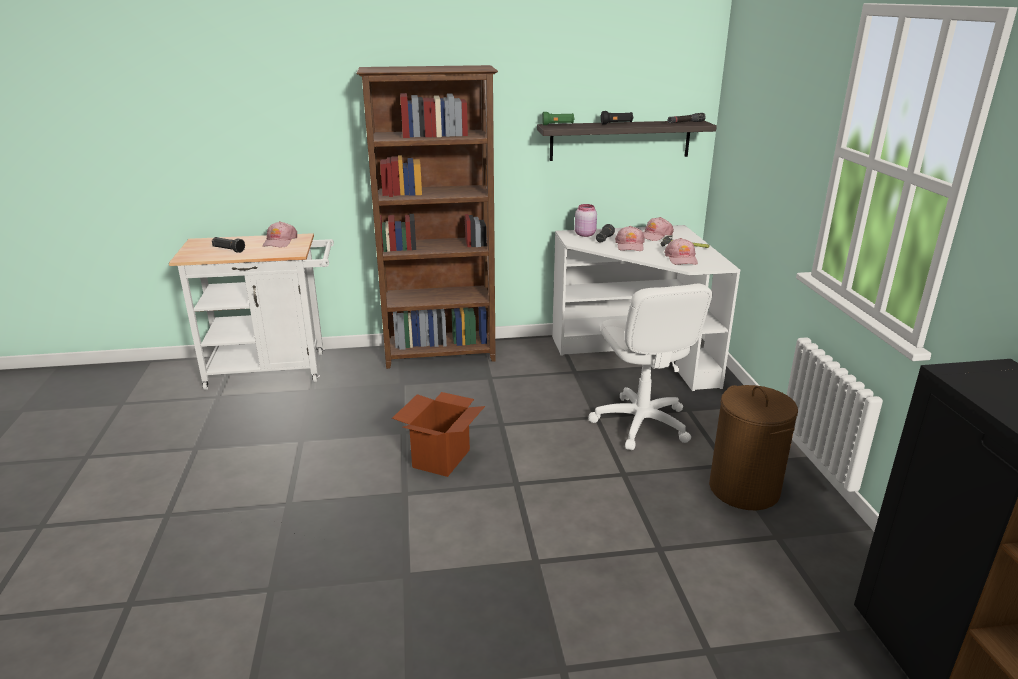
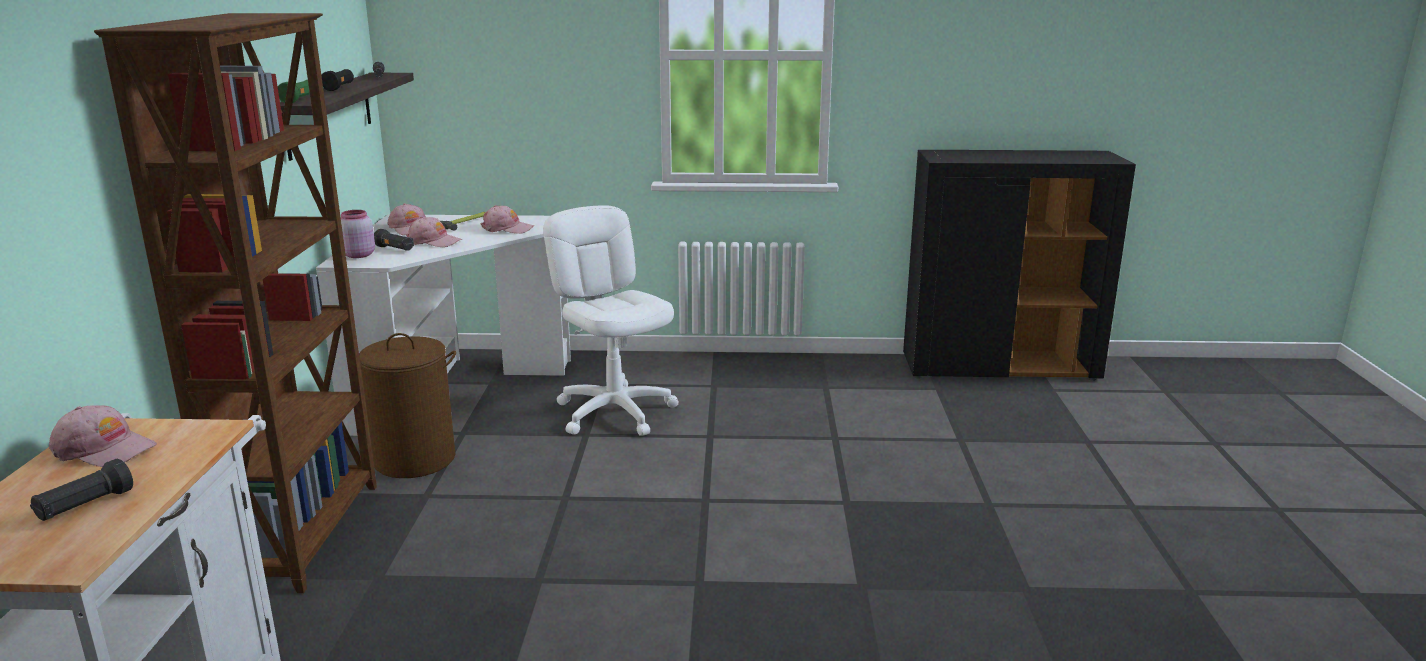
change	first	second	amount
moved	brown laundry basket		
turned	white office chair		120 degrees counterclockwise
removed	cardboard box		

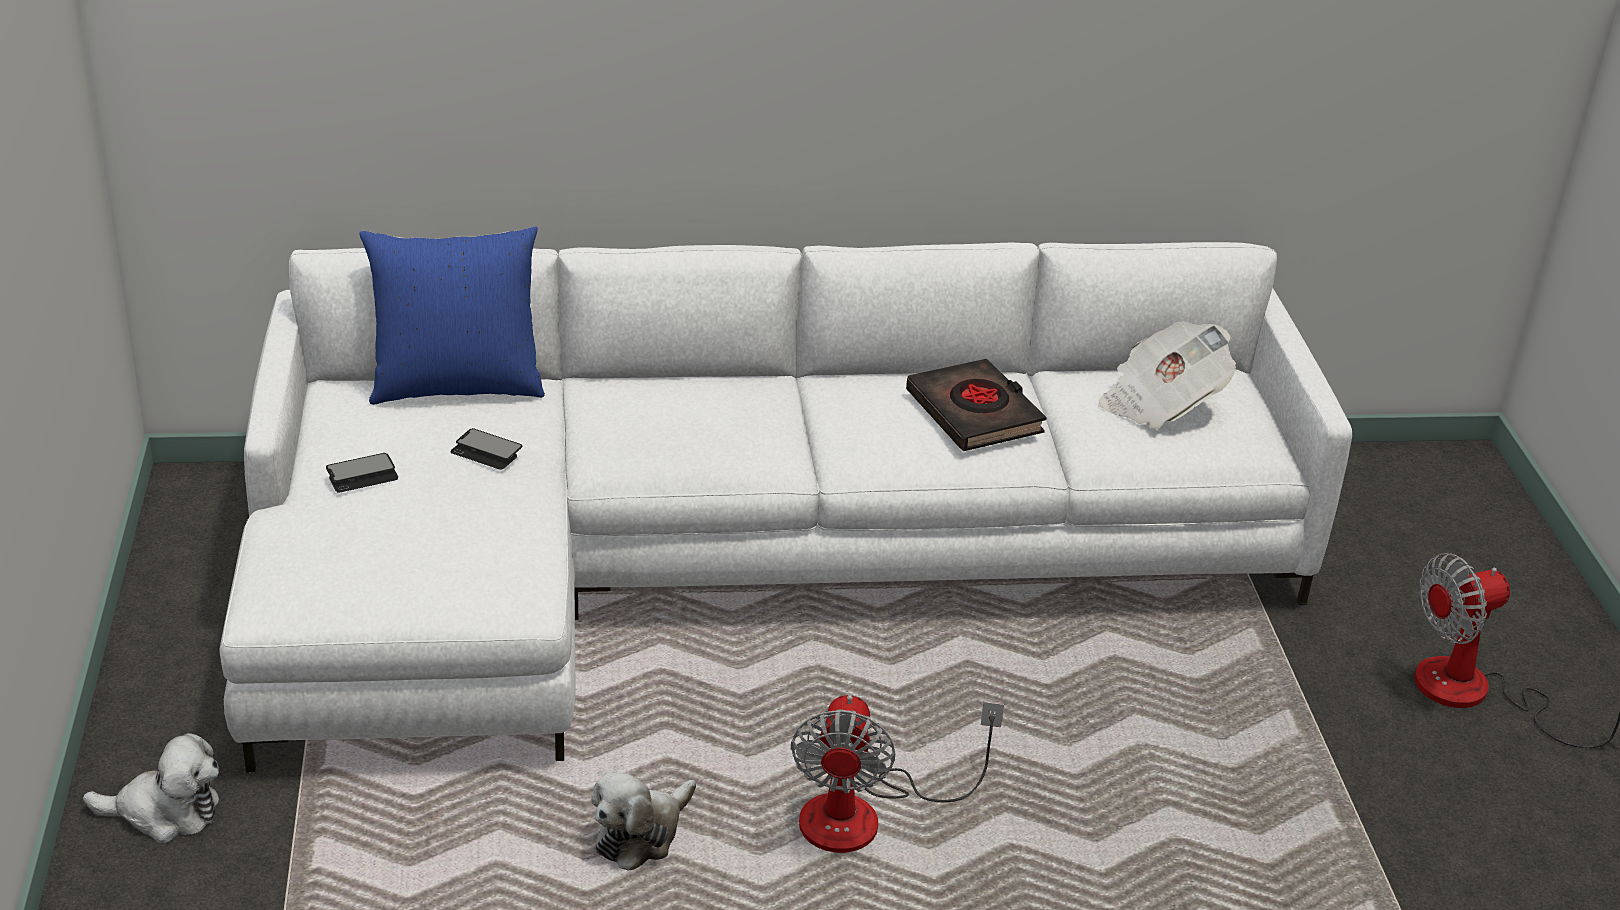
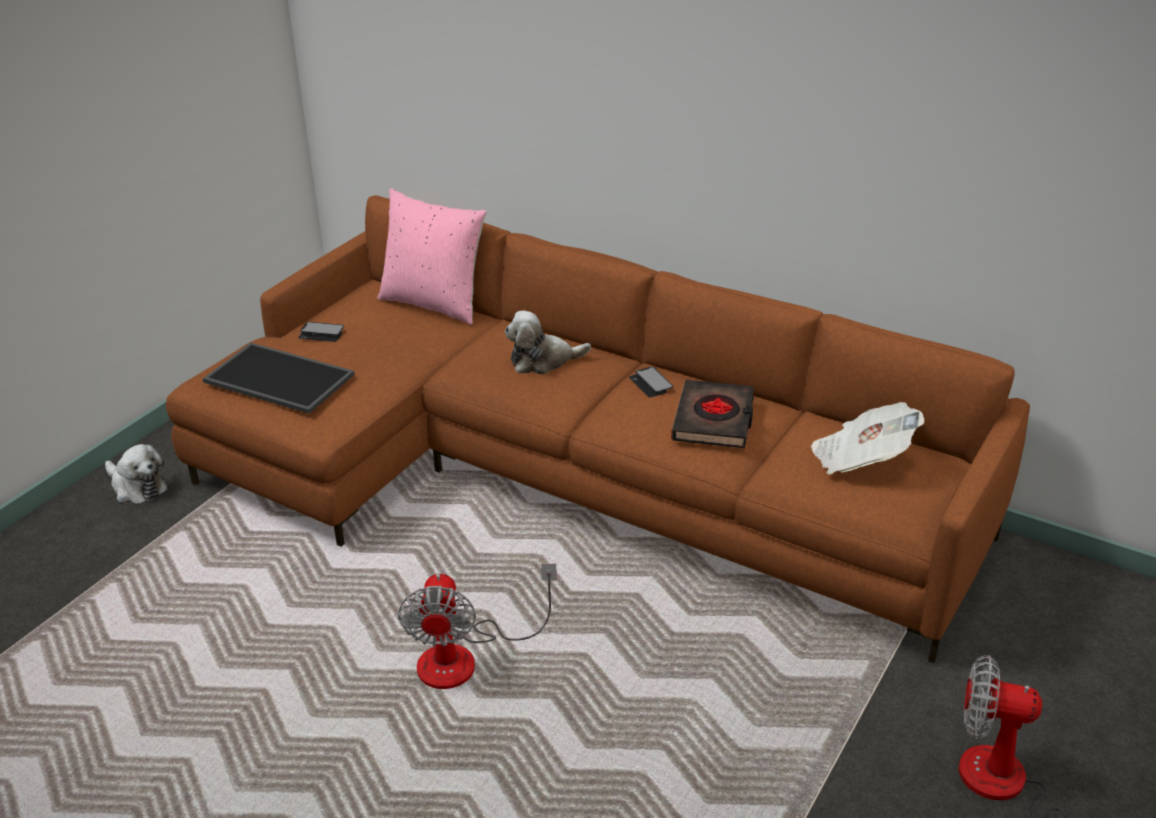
change	first	second	amount
recoloured	white sofa	brown sofa	
added		tray	
recoloured	blue pillow	pink pillow	
turned	fan (1st from left)		45 degrees counterclockwise
moved	plush toy (2nd from left)		
moved	phone (2nd from left)		

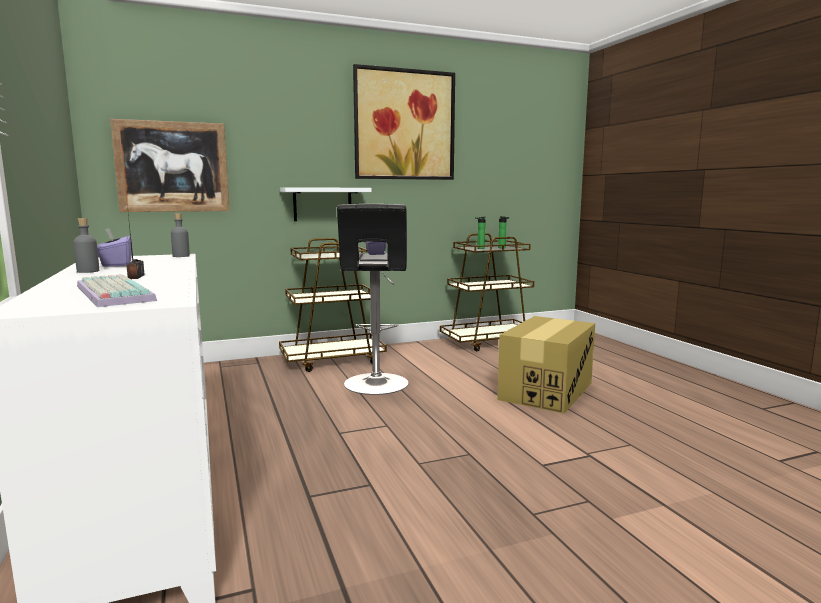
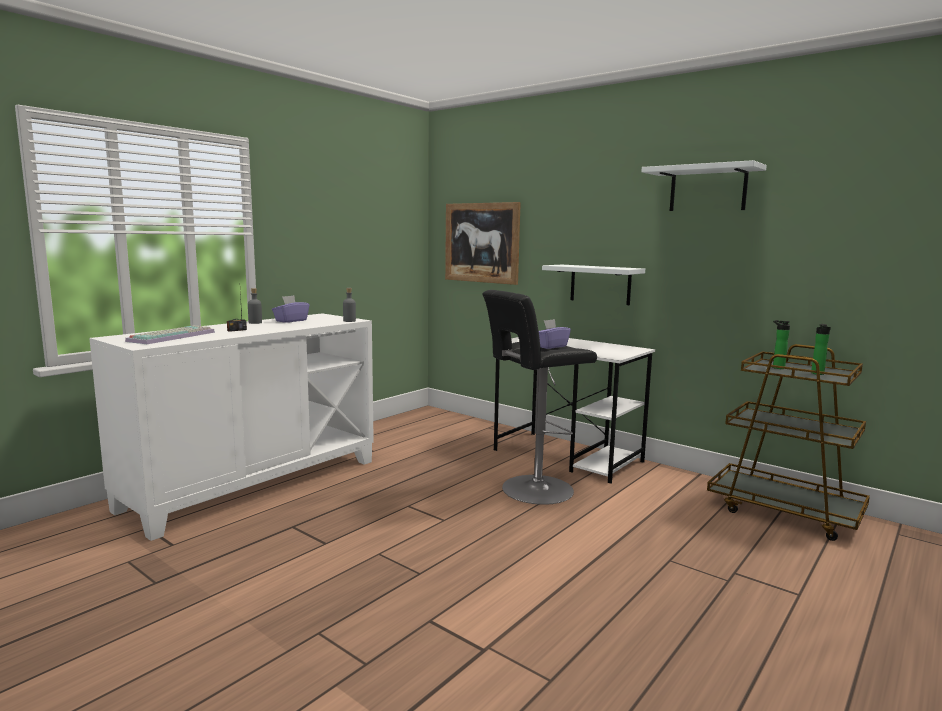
change	first	second	amount
replaced	brown cart (1st from left)	white desk	
replaced	picture (2nd from left)	white shelf (2nd from left)	
removed	cardboard box		

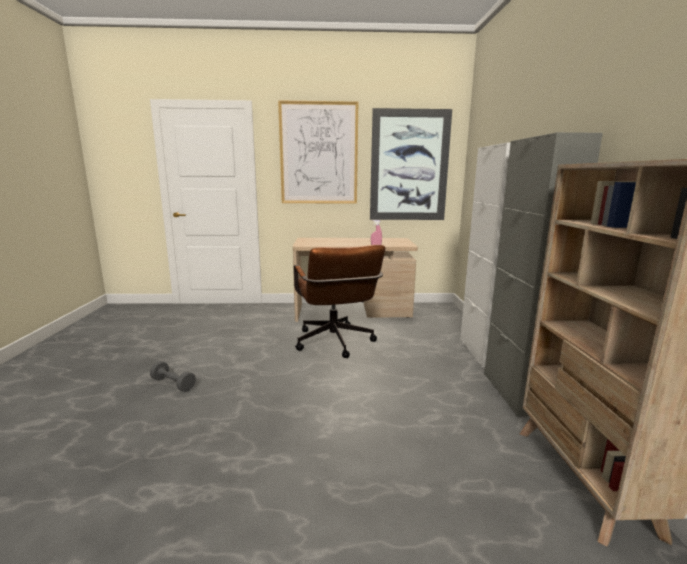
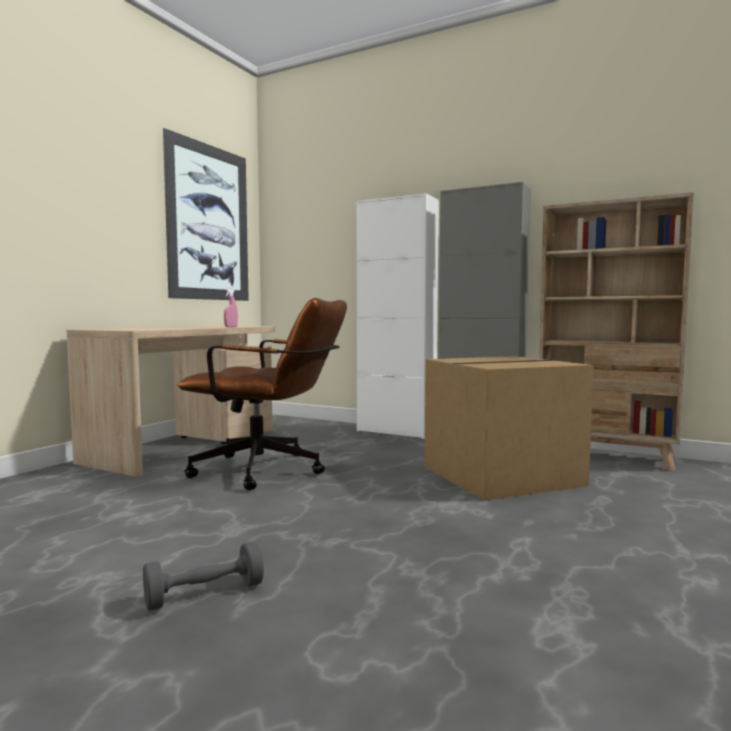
change	first	second	amount
added		cardboard box	
removed	picture (1st from left)		

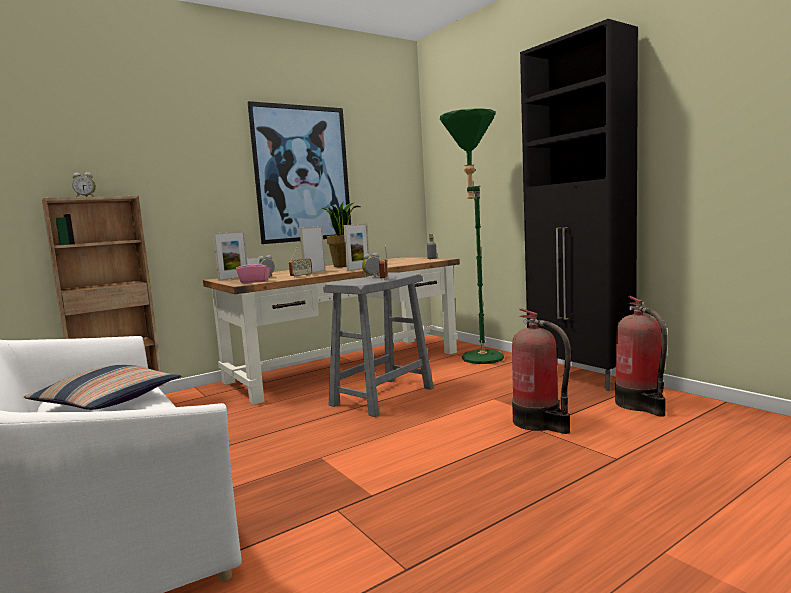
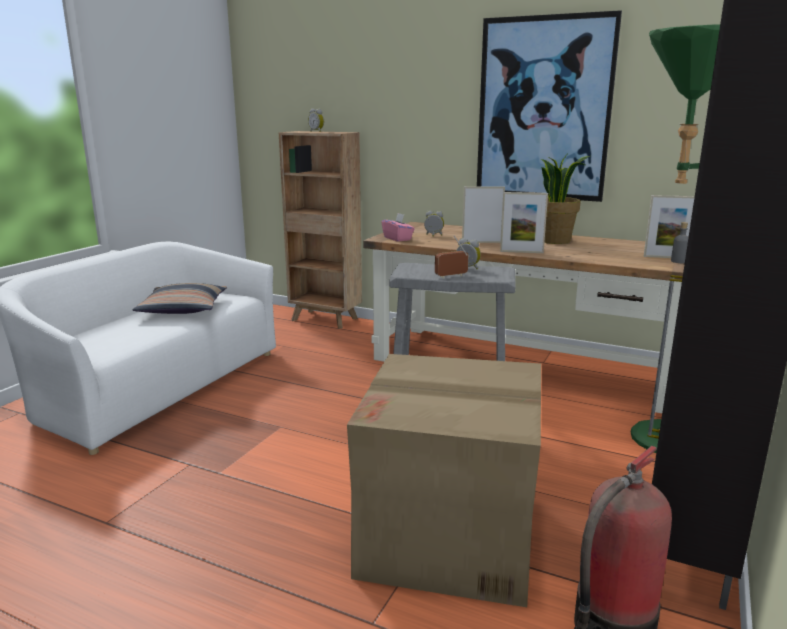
change	first	second	amount
replaced	fire extinguisher (1st from left)	cardboard box	
moved	picture frame (1st from left in the first image)	picture frame (3rd from left)	
removed	radio (1st from left)		

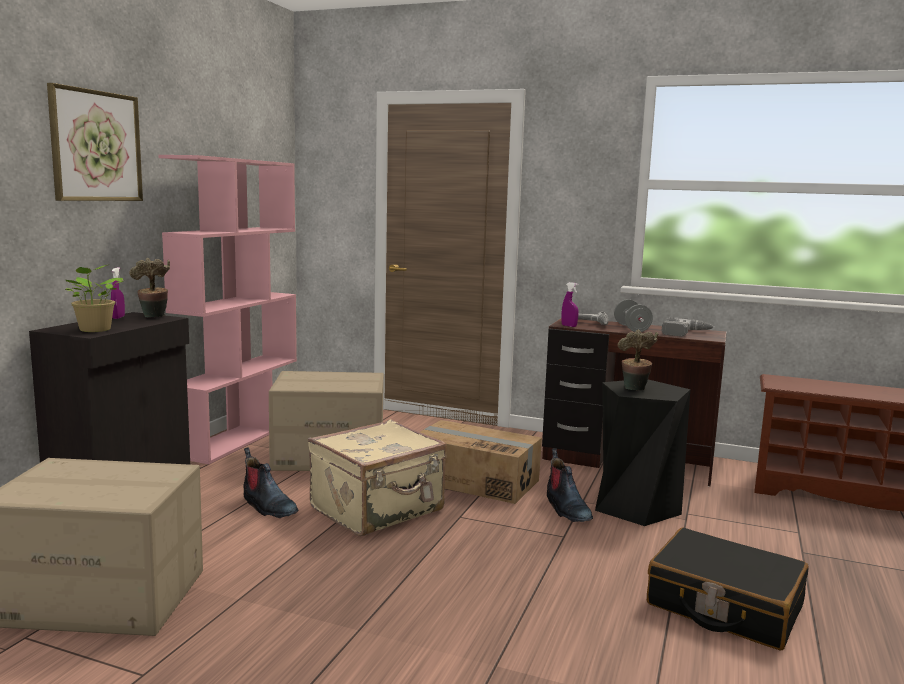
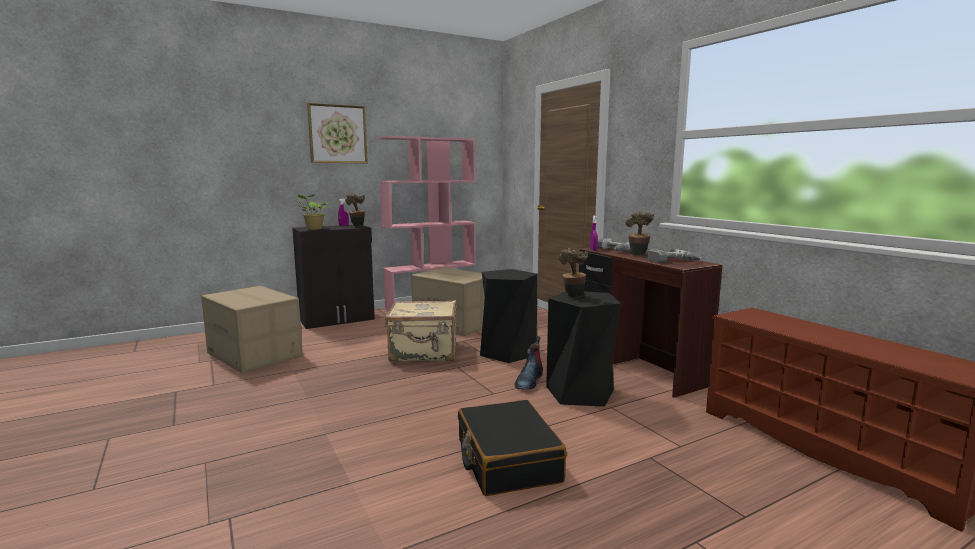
change	first	second	amount
replaced	cardboard box (3rd from left)	black stool (1st from left)	
replaced	grey dumbbell	potted plant (4th from left)	
removed	boot (1st from left)		

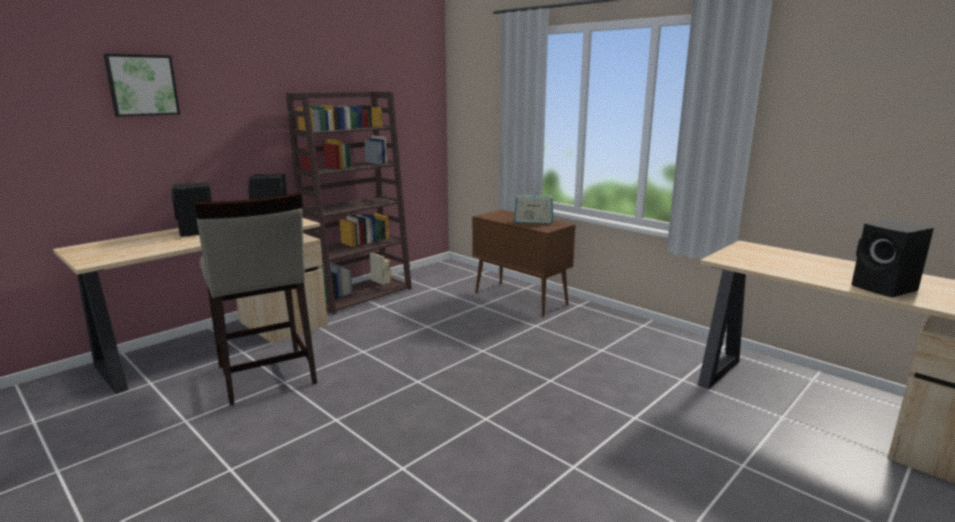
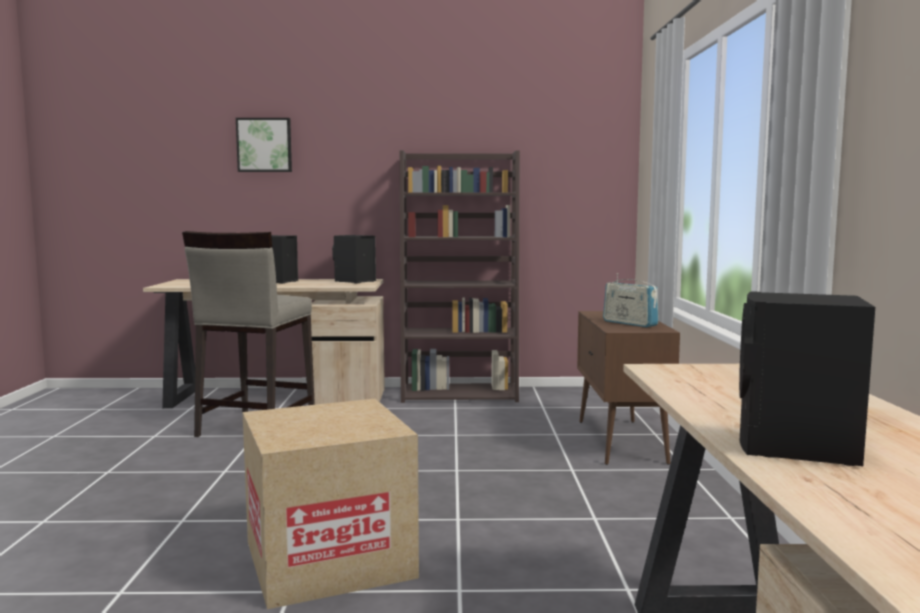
change	first	second	amount
added		cardboard box	

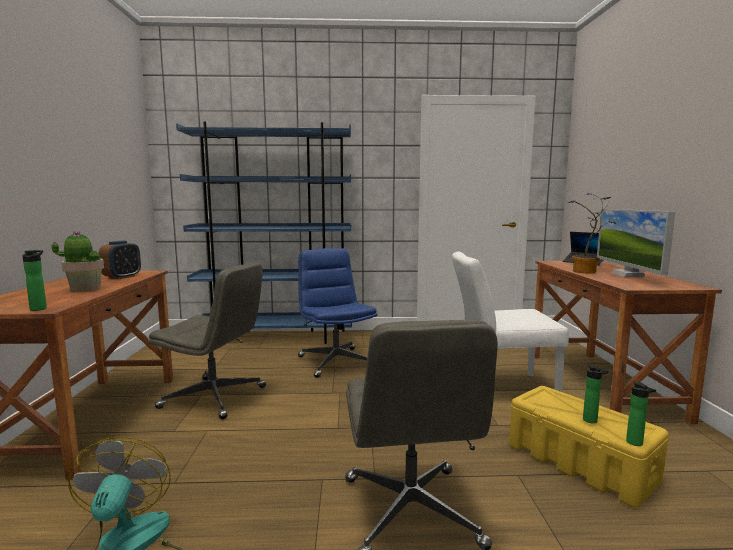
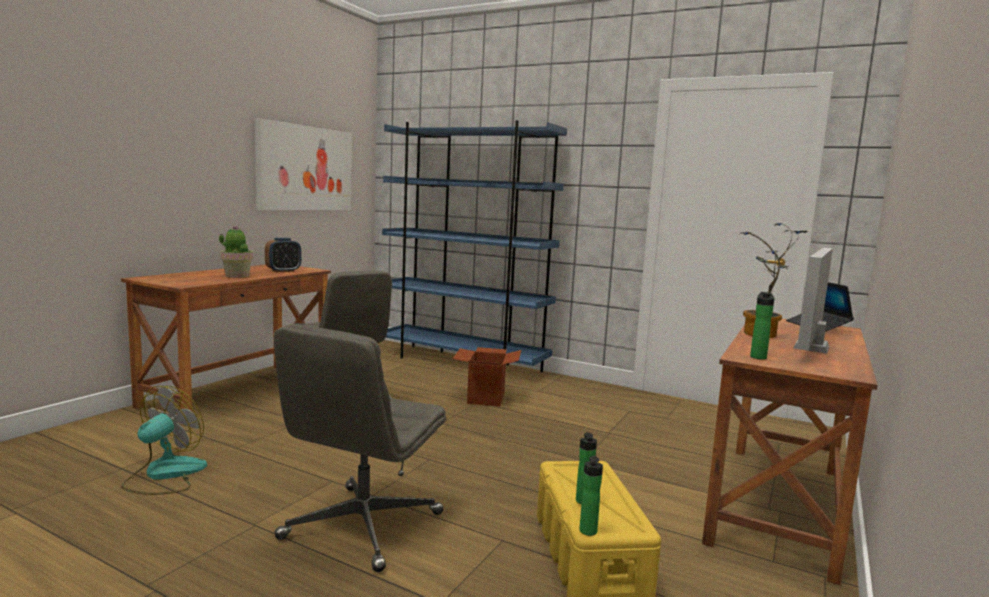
change	first	second	amount
added		picture	
replaced	blue office chair	cardboard box	
moved	bottle (1st from left in the first image)	bottle (3rd from left)	
removed	white chair		

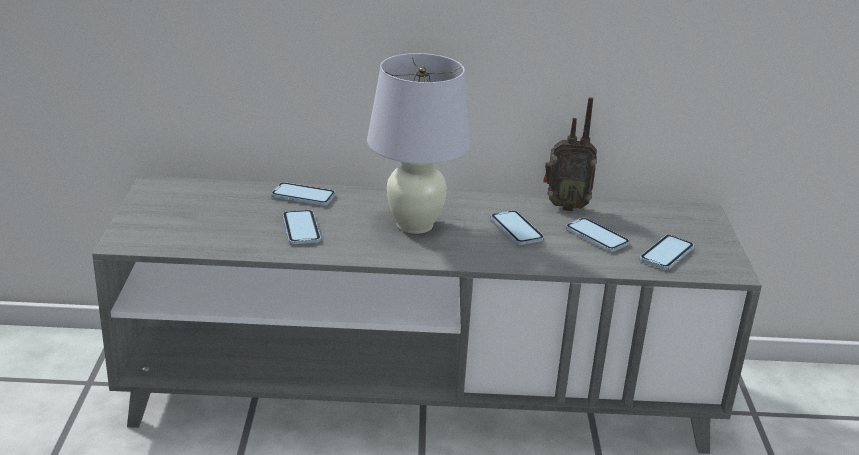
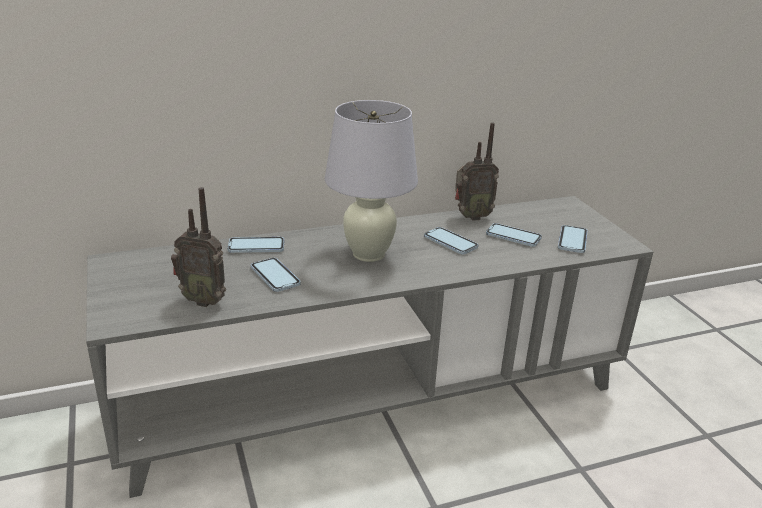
change	first	second	amount
added		radio (1st from left)	

